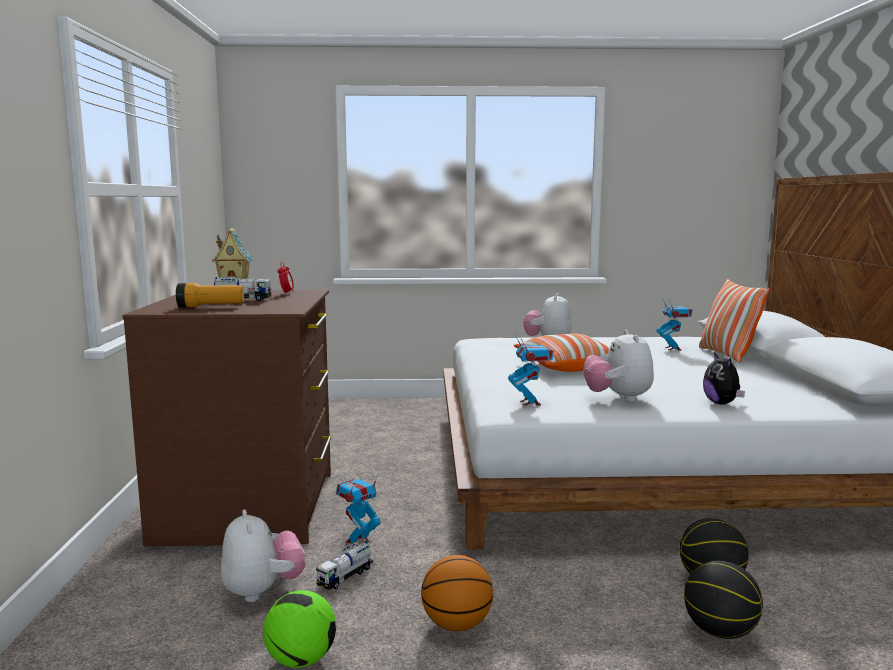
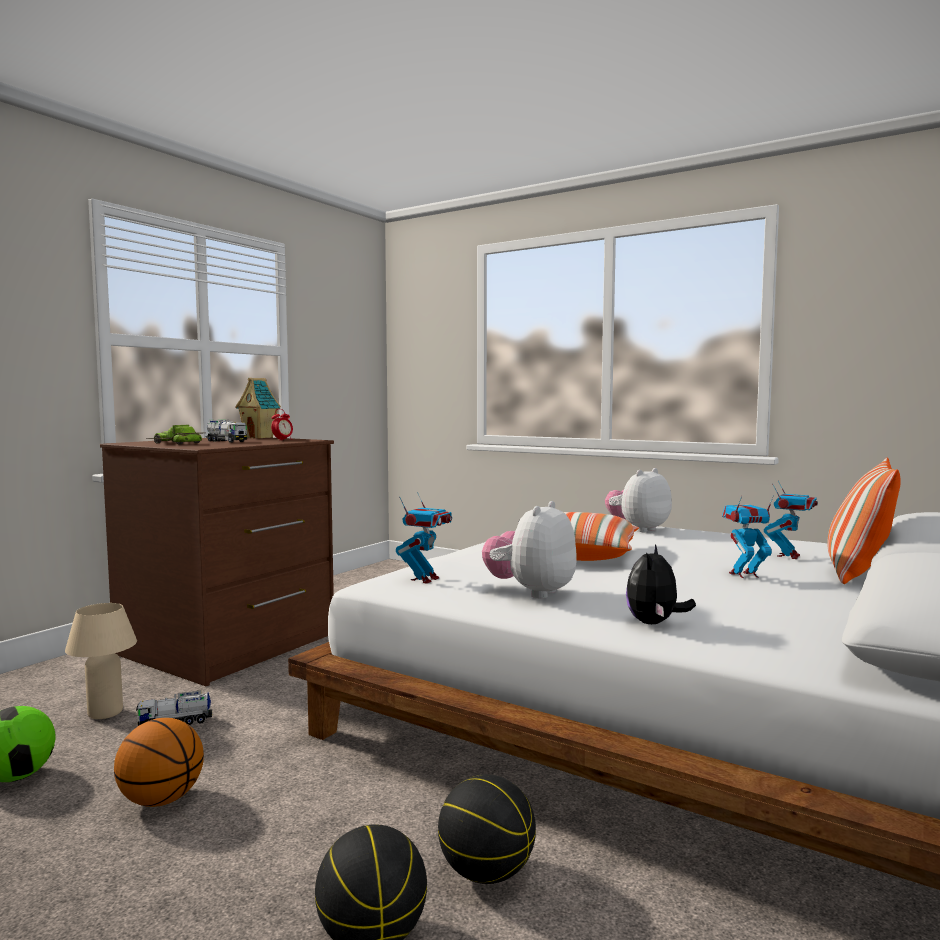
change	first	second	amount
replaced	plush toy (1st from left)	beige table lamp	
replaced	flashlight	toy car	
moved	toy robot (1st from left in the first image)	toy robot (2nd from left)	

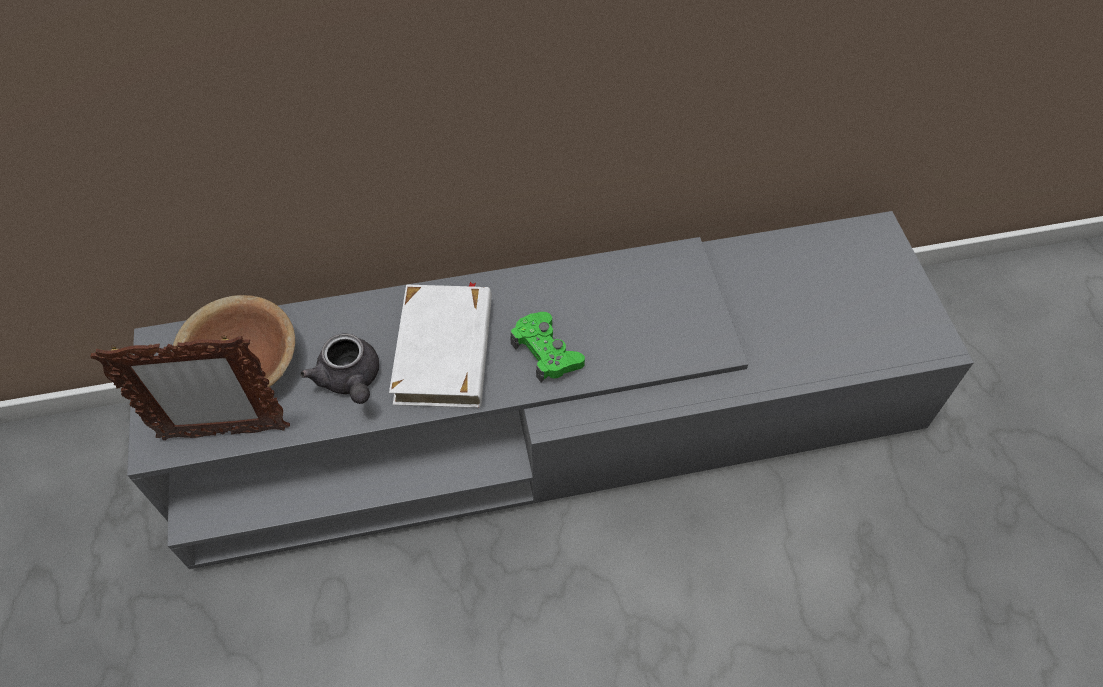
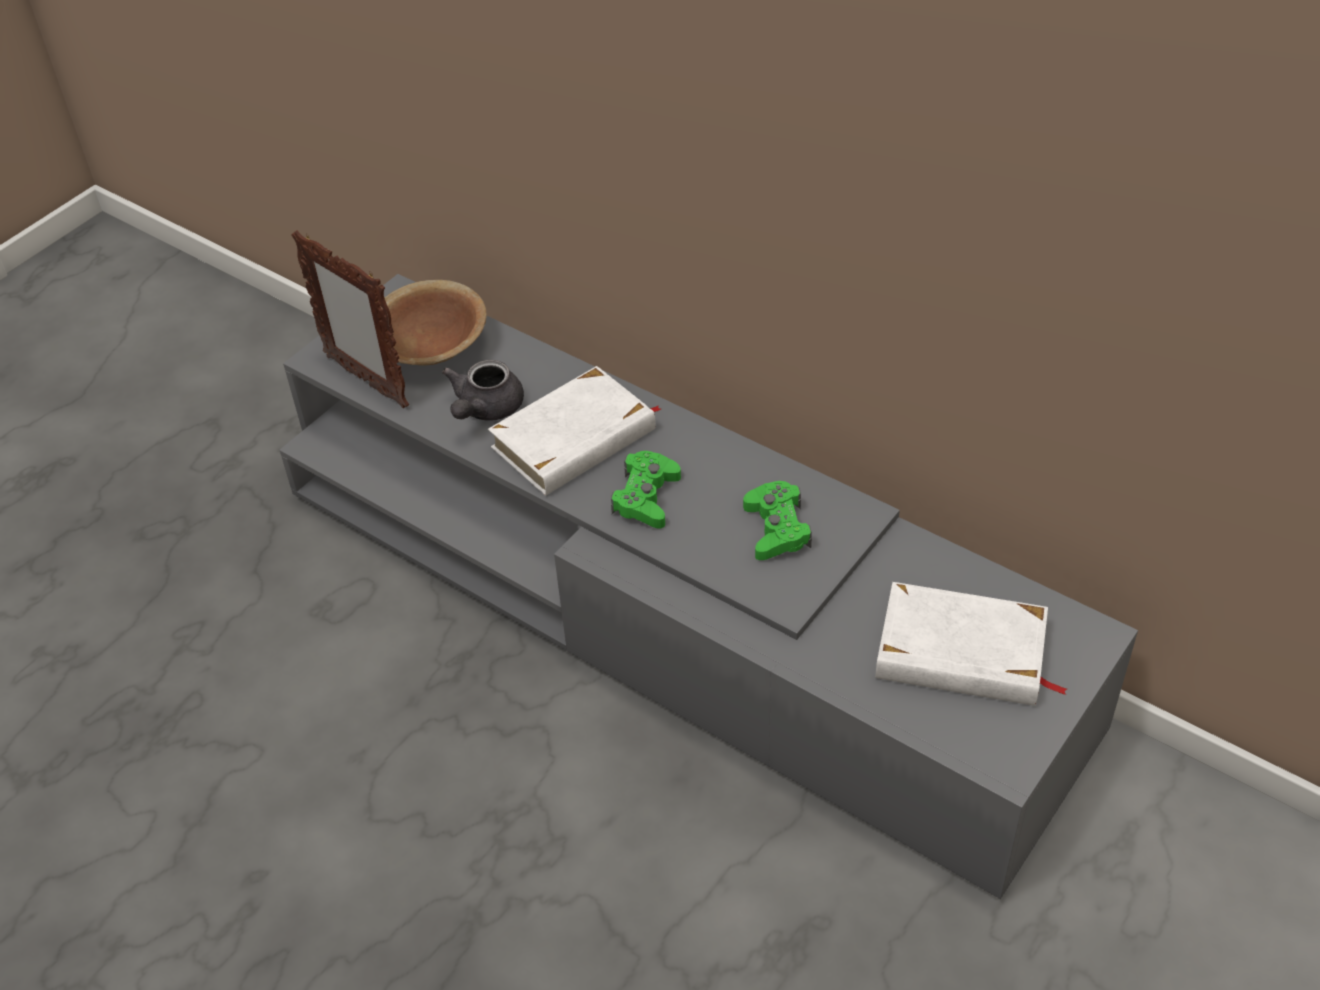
change	first	second	amount
added		green game controller (2nd from left)	
added		white book (2nd from left)	

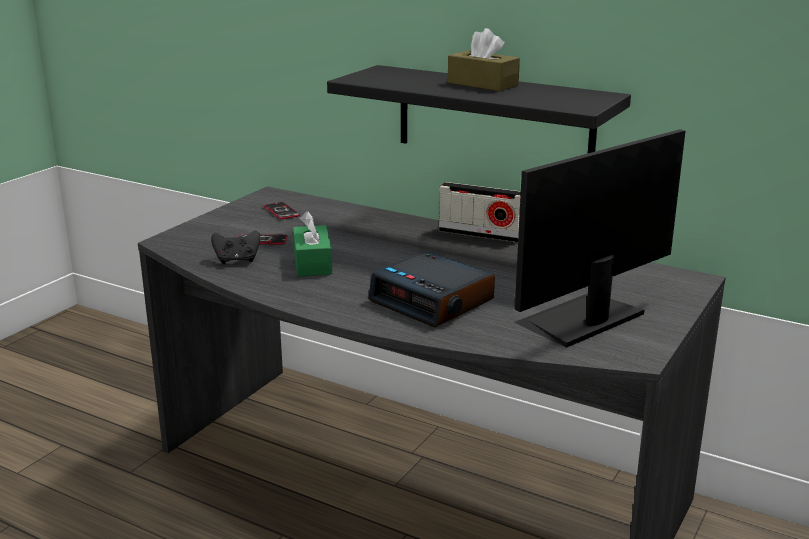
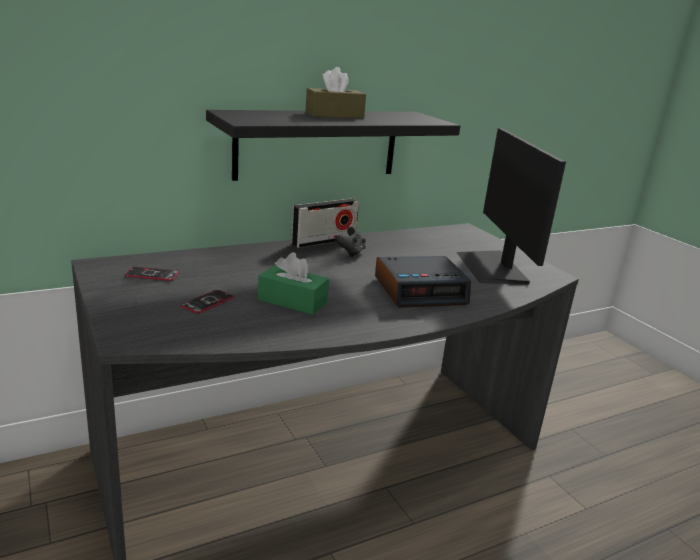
change	first	second	amount
moved	black game controller		

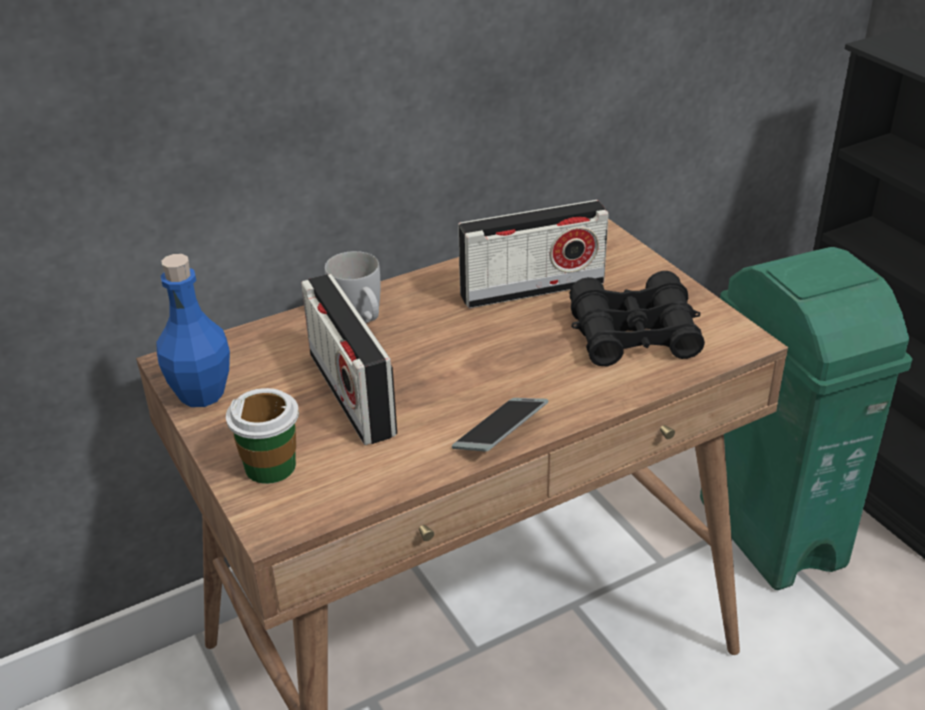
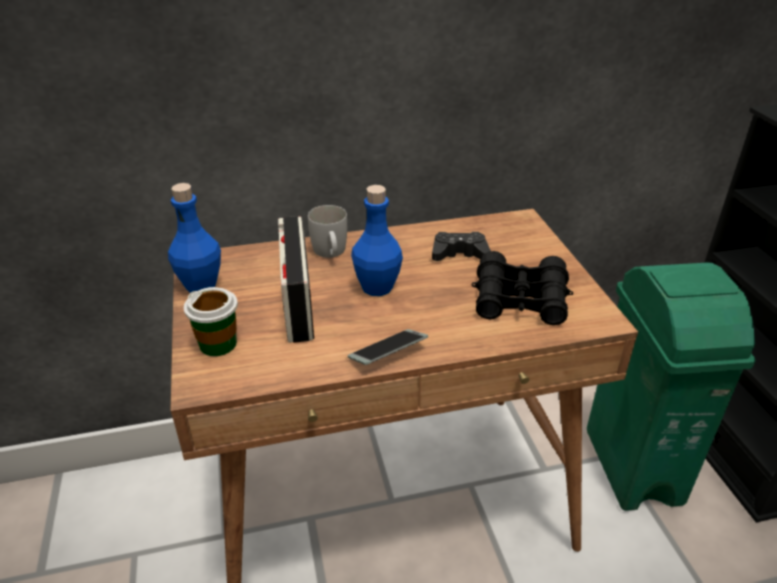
change	first	second	amount
added		blue bottle (2nd from left)	
replaced	radio (2nd from left)	black game controller	

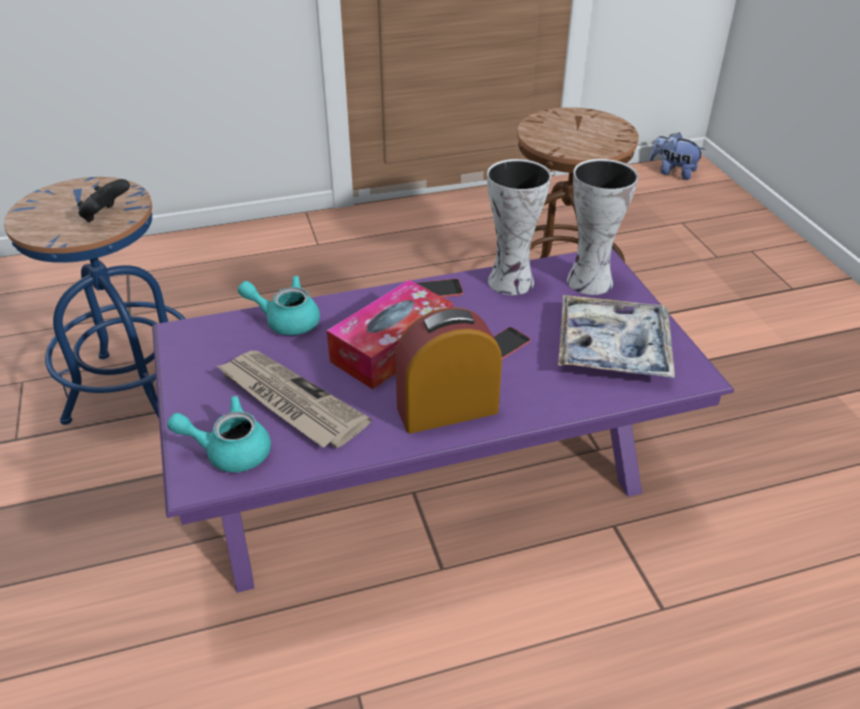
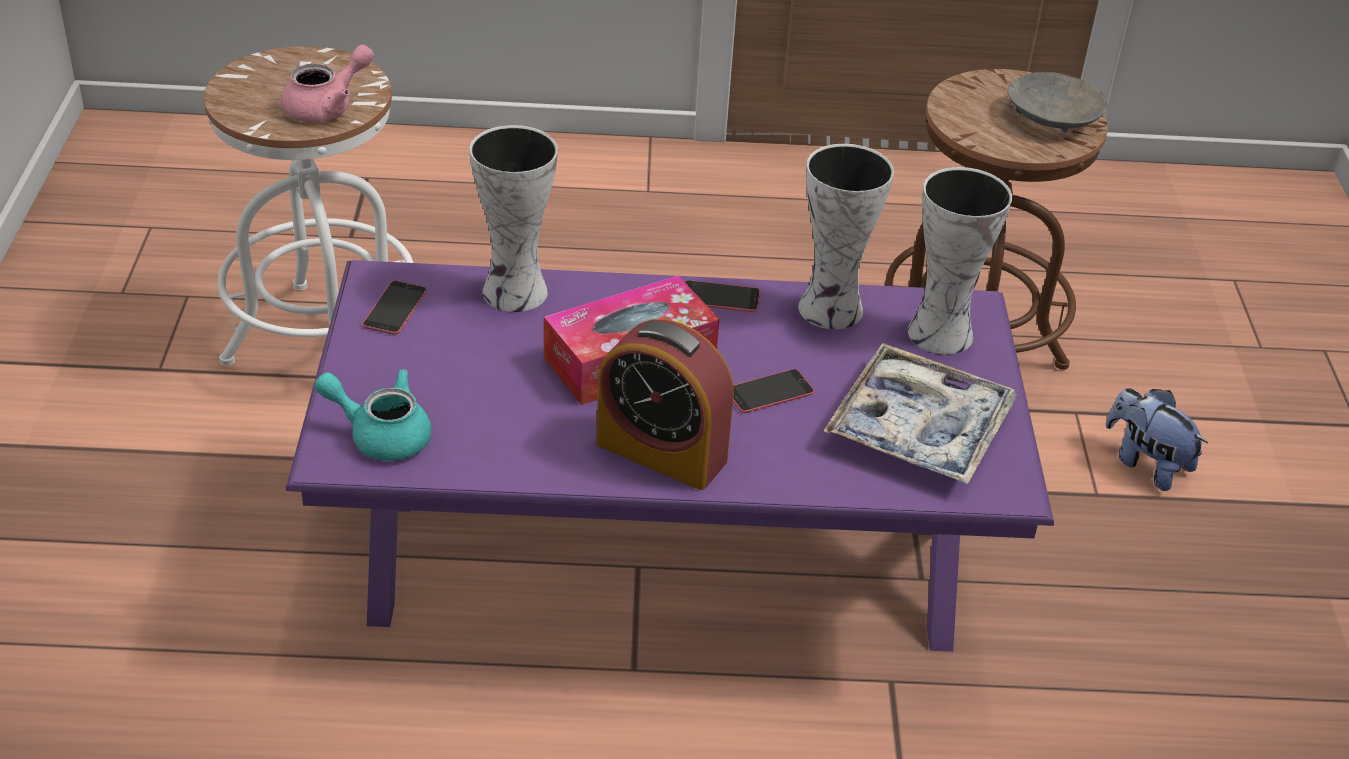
change	first	second	amount
recoloured	blue stool	white stool	
replaced	black game controller	pink teapot	
added		phone (1st from left)	
replaced	turquoise teapot (2nd from left)	vase (1st from left)	
turned	alarm clock		150 degrees counterclockwise
added		grey bowl	
moved	plush toy		
removed	newspaper		

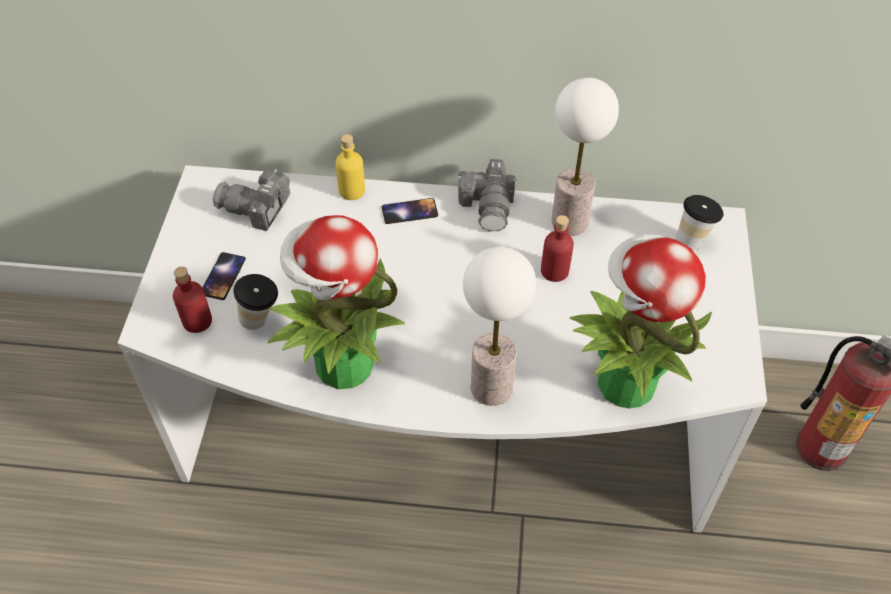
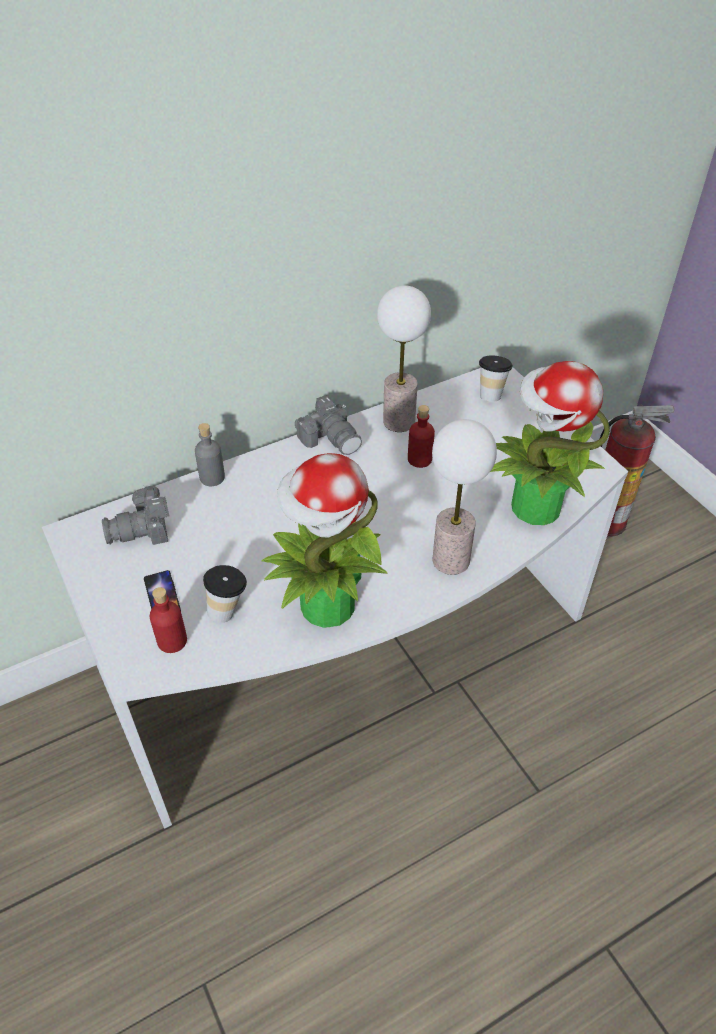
change	first	second	amount
recoloured	yellow bottle	grey bottle	
removed	phone (2nd from left)		

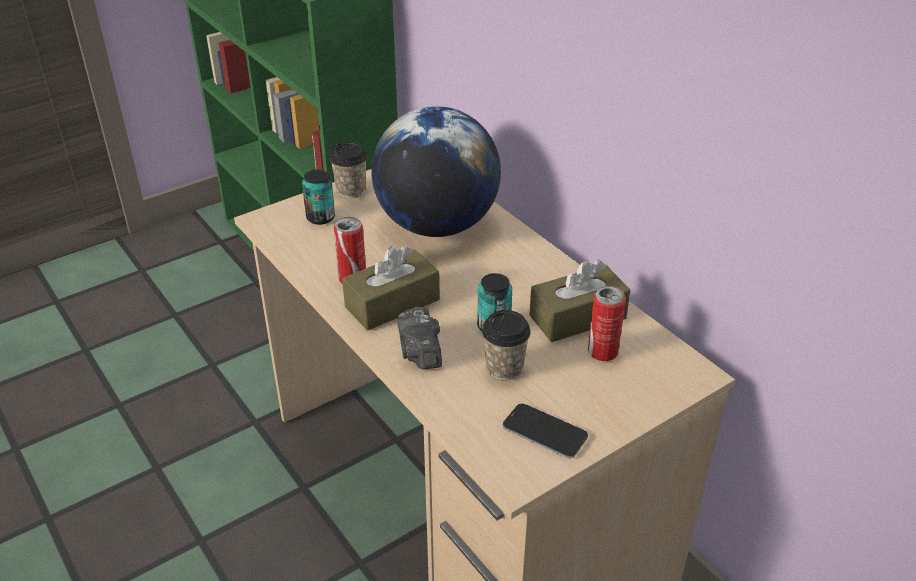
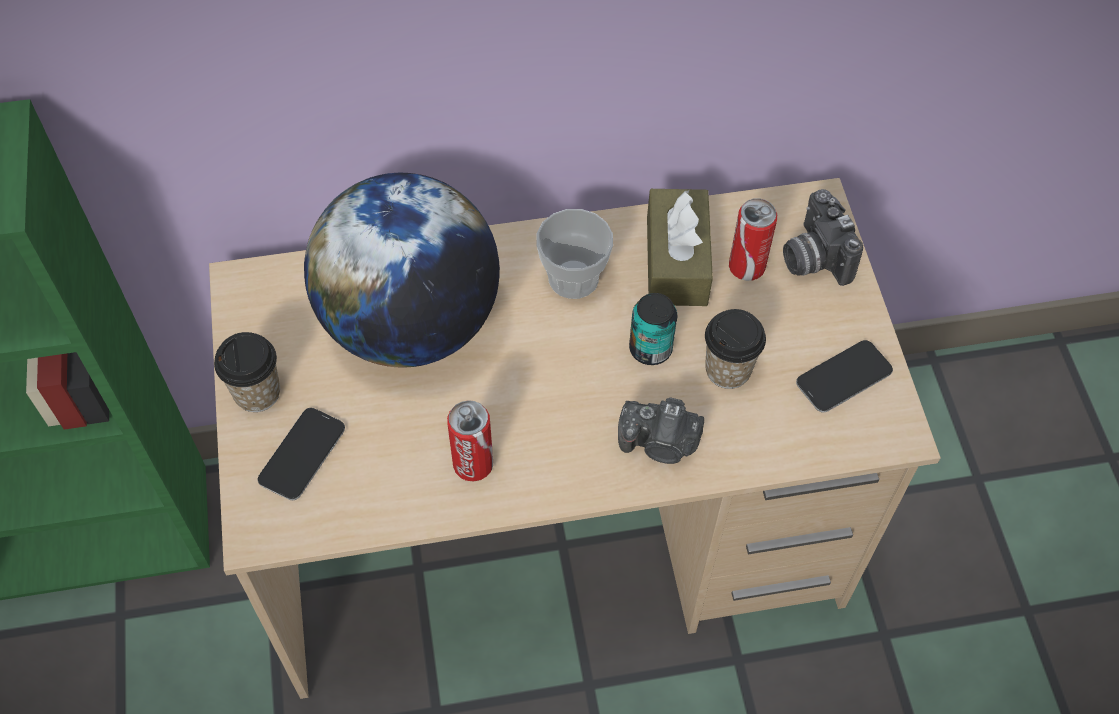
change	first	second	amount
replaced	can (1st from left)	phone (1st from left)	
added		cup (2nd from left)	
added		photo camera (2nd from left)	
removed	brown tissue box (1st from left)		

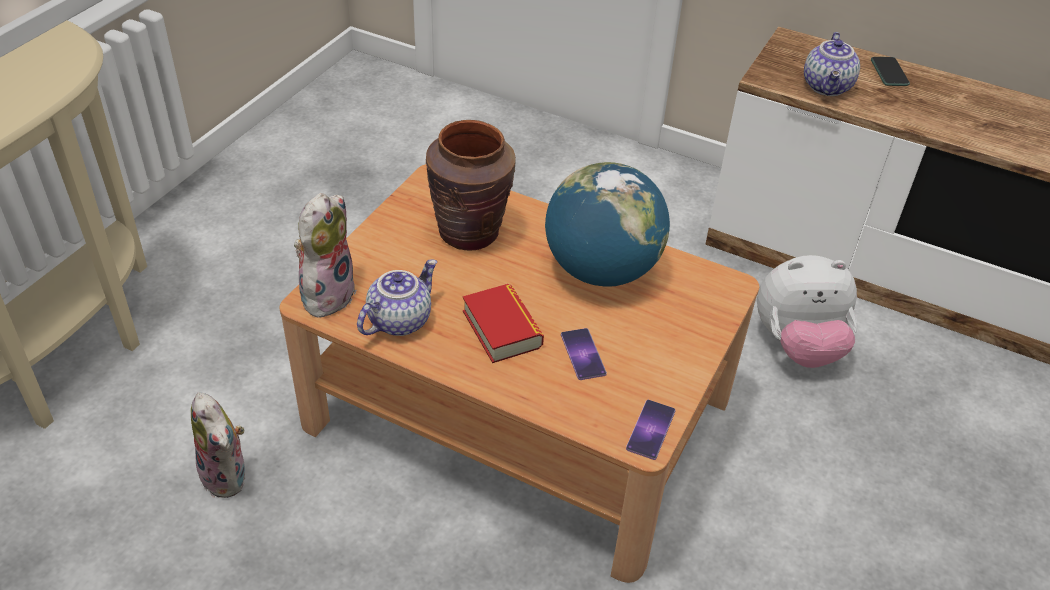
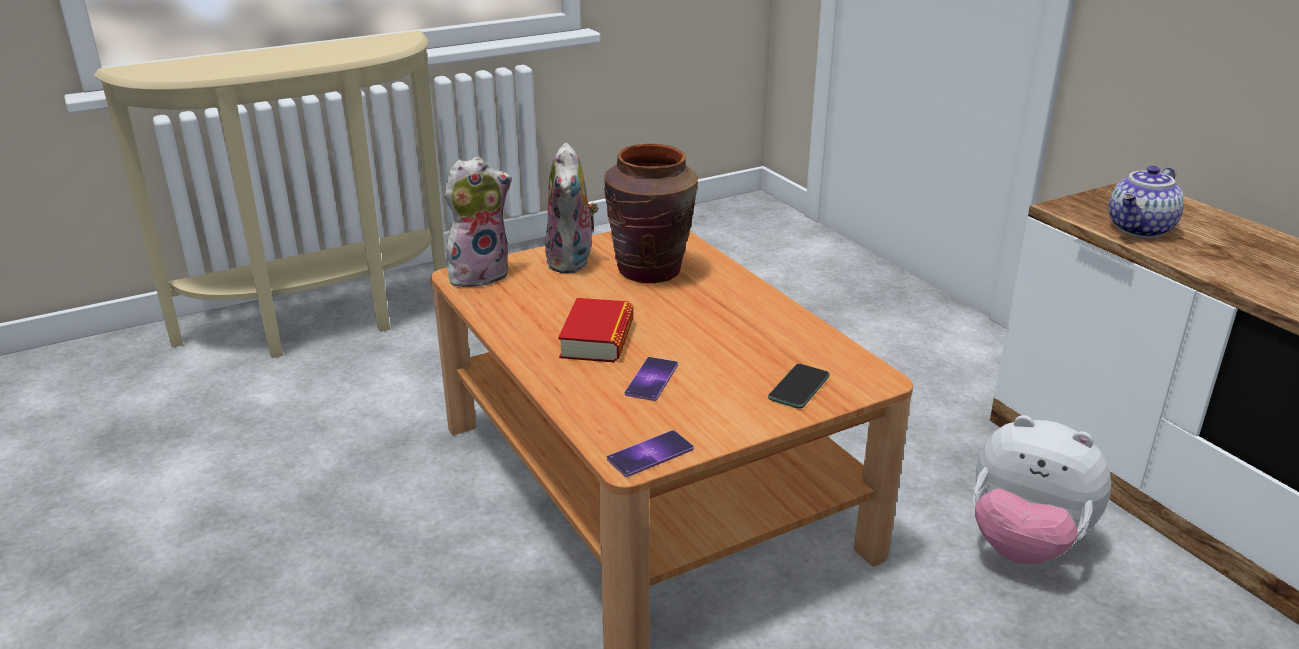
change	first	second	amount
moved	plush toy (1st from left in the first image)	plush toy (2nd from left)	
moved	phone (3rd from left)		
removed	teapot (1st from left)		
removed	globe		

